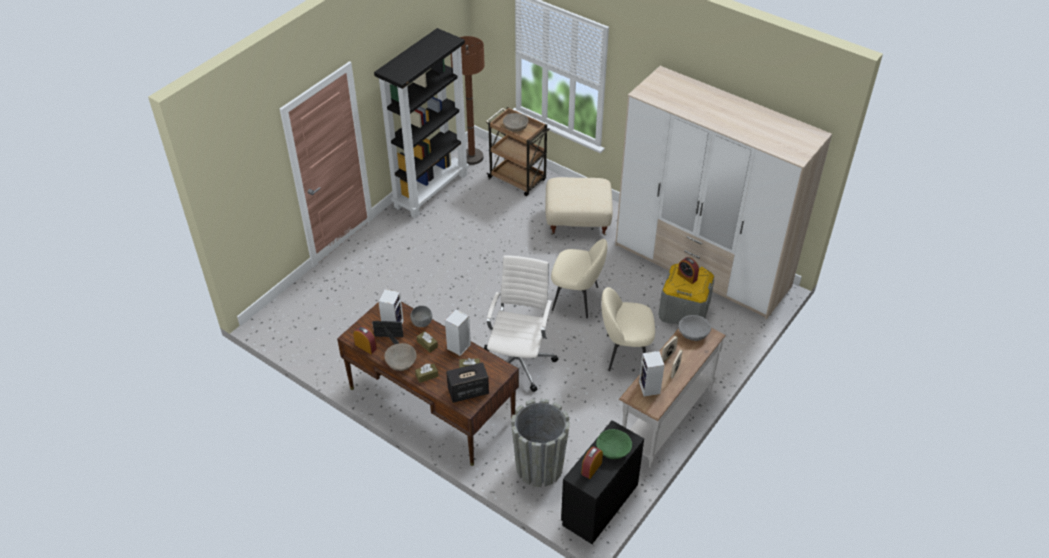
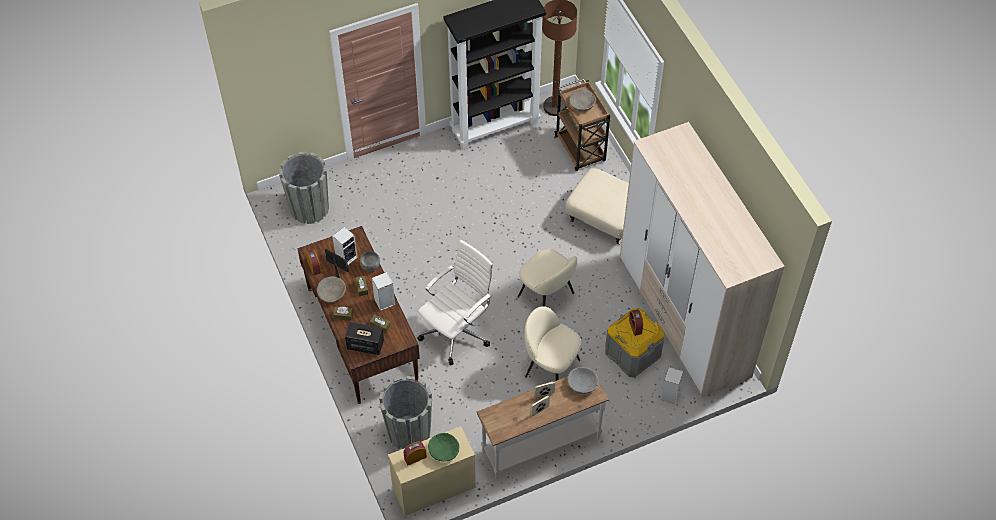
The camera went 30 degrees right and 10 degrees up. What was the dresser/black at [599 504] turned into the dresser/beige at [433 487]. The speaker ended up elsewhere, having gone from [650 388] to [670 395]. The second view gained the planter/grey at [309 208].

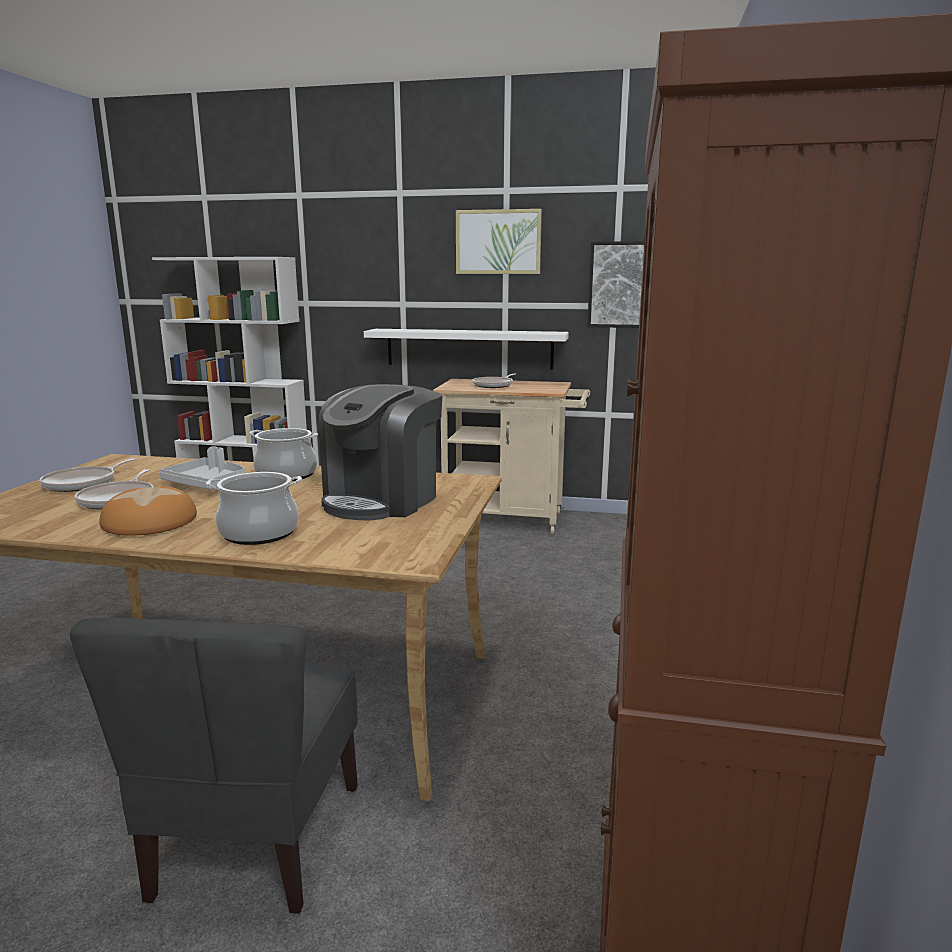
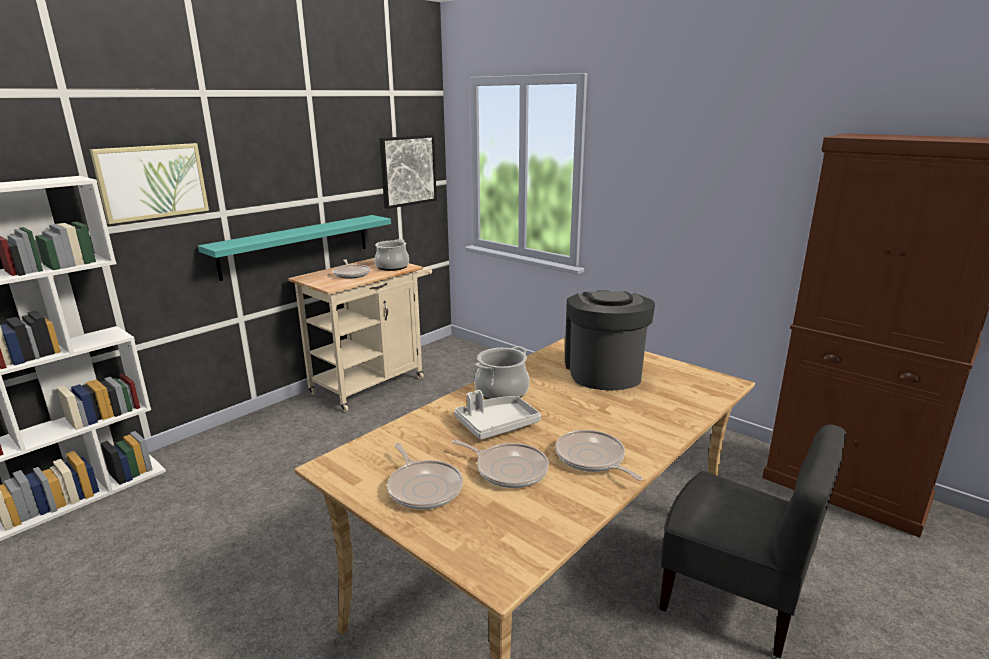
The camera went 60 degrees left and 5 degrees up. Where the bread stood at [149 521], the frying pan came to stand at [592 458]. The cooking pot ended up elsewhere, having gone from [259 533] to [392 267]. The coffee machine at [382 500] ended up facing another way, 150 degrees counterclockwise from before. What was the shelf/white at [469 348] turned into the shelf/turquoise at [296 246]. The picture ended up elsewhere, having gone from [498 242] to [152 182].

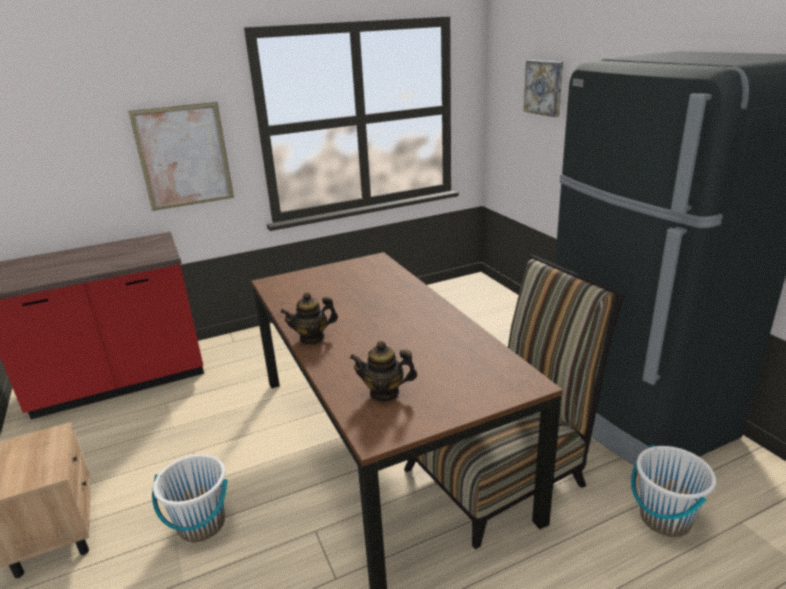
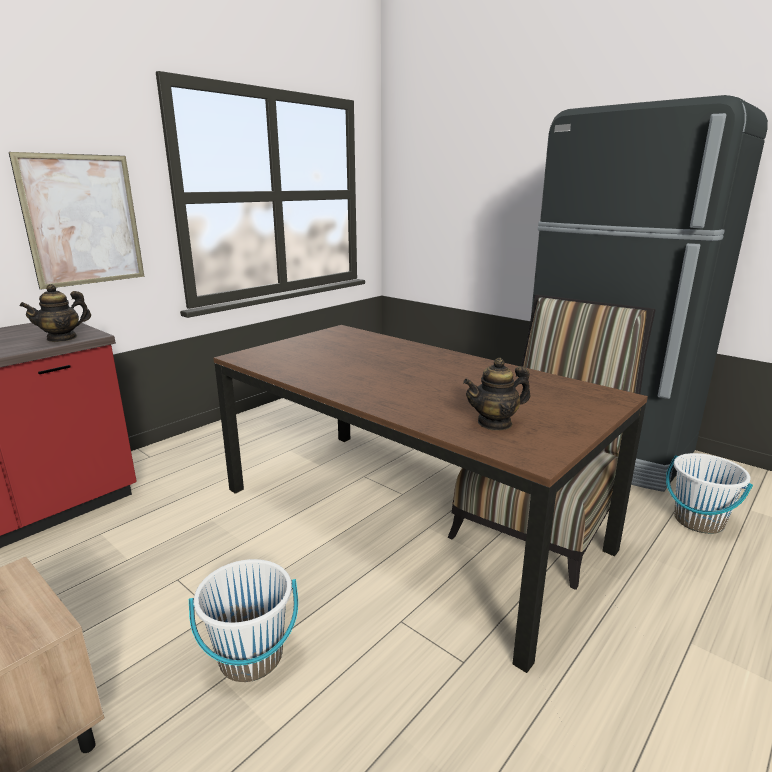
The camera went 25 degrees left and 5 degrees down. The teapot ended up elsewhere, having gone from [312 338] to [62 338]. The second view lost the picture at [544 87].

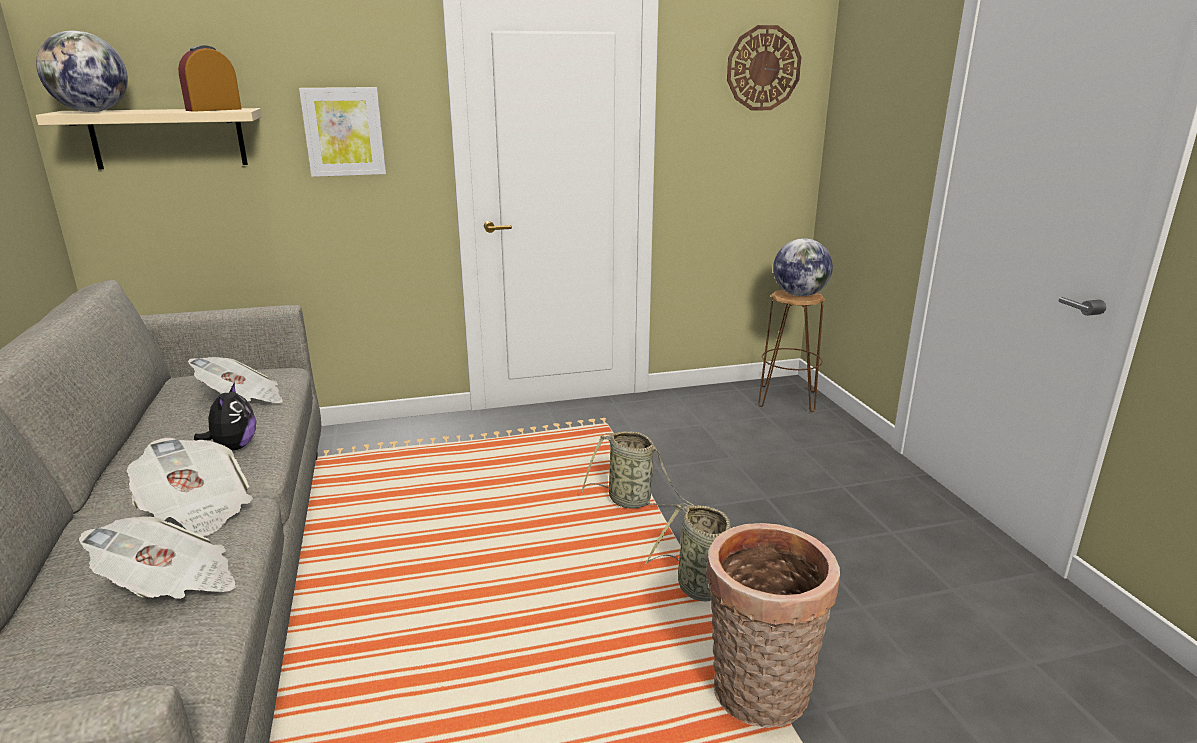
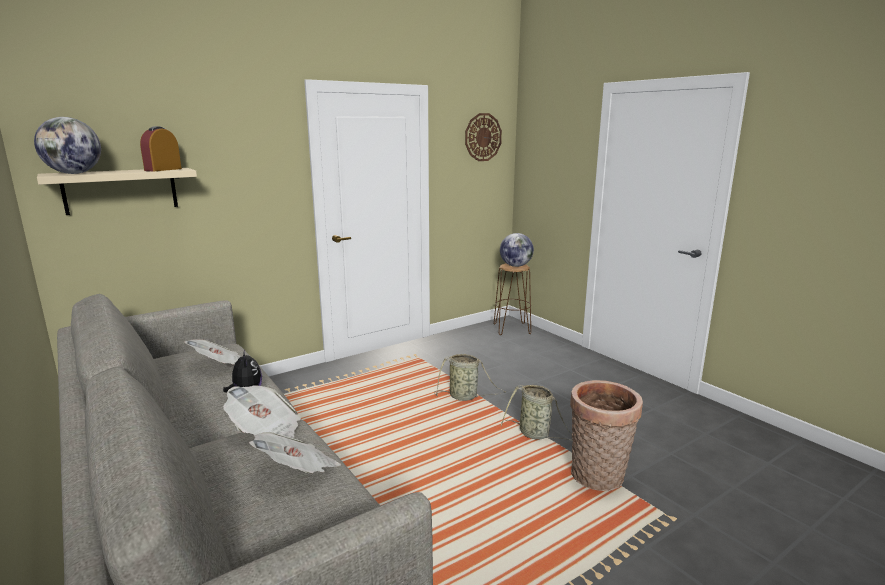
The camera went 20 degrees left and 5 degrees down. The second view lost the picture at [344 132].

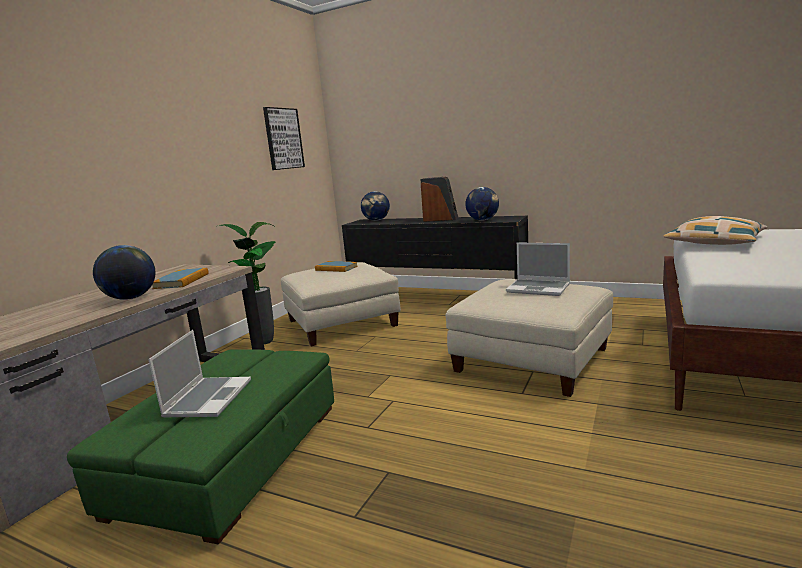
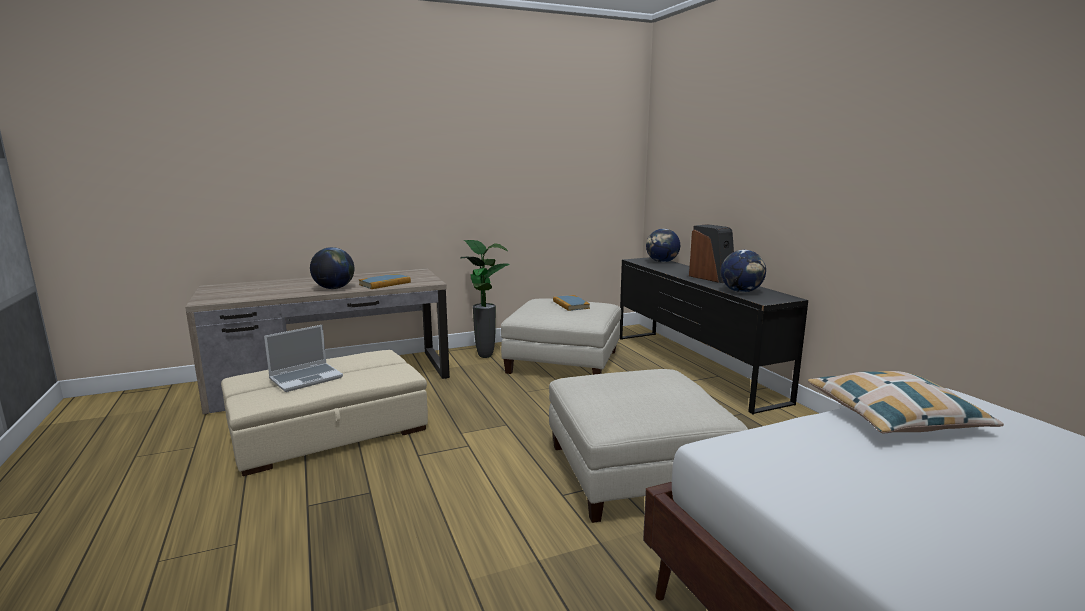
The camera went 40 degrees right and 0 degrees up. What was the ottoman/green at [230 456] turned into the ottoman/beige at [329 430]. The second view lost the picture at [283 139]. The second view lost the laptop at [539 288].

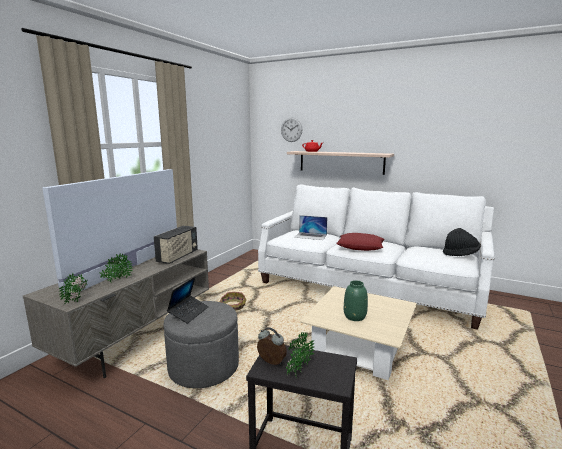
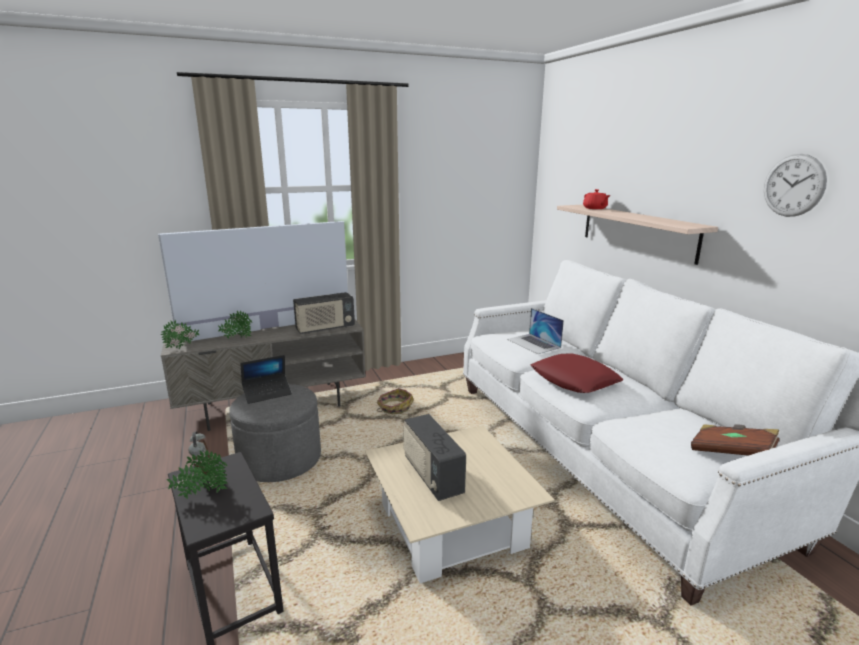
The camera went 40 degrees right and 5 degrees up. The wall clock ended up elsewhere, having gone from [291 129] to [793 185]. Where the vase/green stood at [355 316], the radio came to stand at [432 476]. Where the hat/black stood at [460 254], the book/brown came to stand at [731 453].

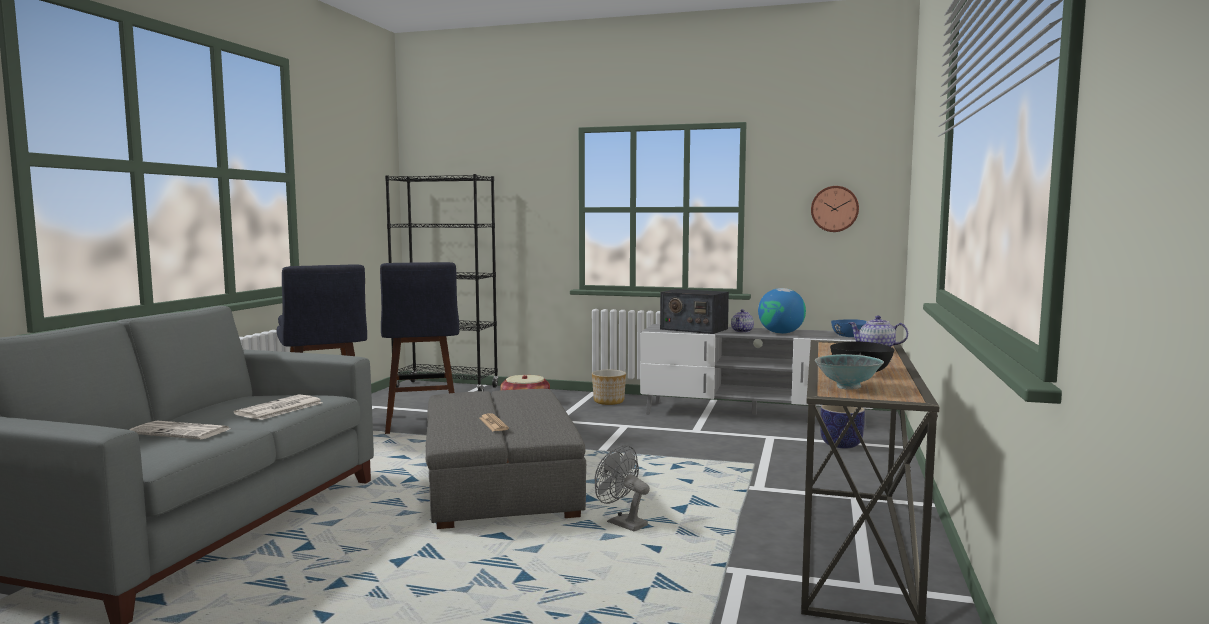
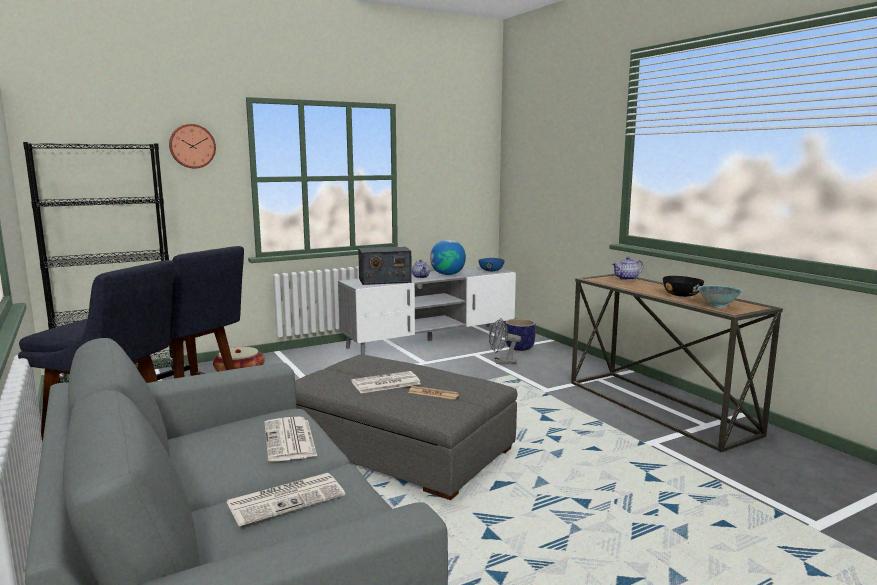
The camera went 45 degrees left and 5 degrees up. The second view lost the planter at [608 401]. The fan/grey ended up elsewhere, having gone from [621 523] to [501 362]. The wall clock ended up elsewhere, having gone from [834 209] to [192 146]. The second view gained the newspaper at [385 383].

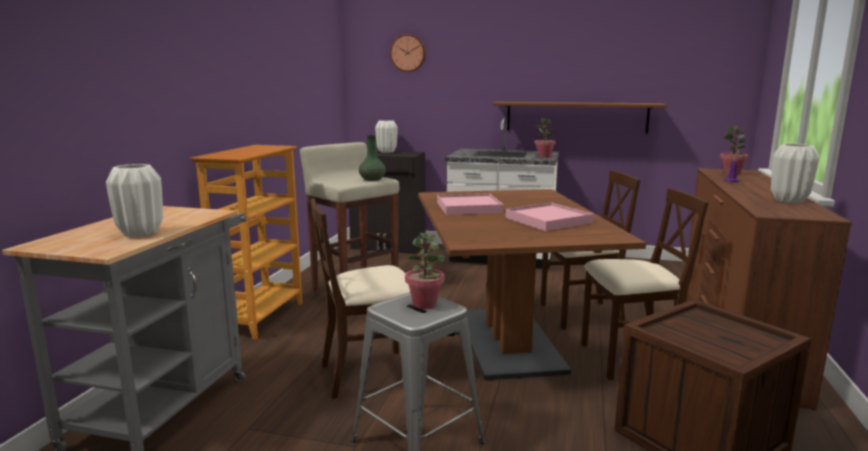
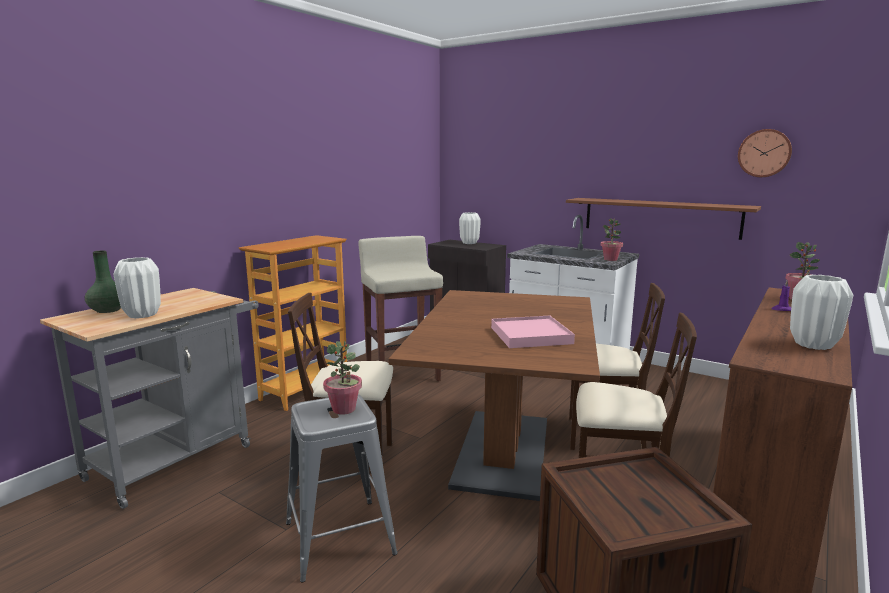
The camera went 20 degrees right and 0 degrees up. The vase/green ended up elsewhere, having gone from [372 179] to [108 310]. The wall clock ended up elsewhere, having gone from [408 53] to [764 153]. The second view lost the tray/pink at [469 208].

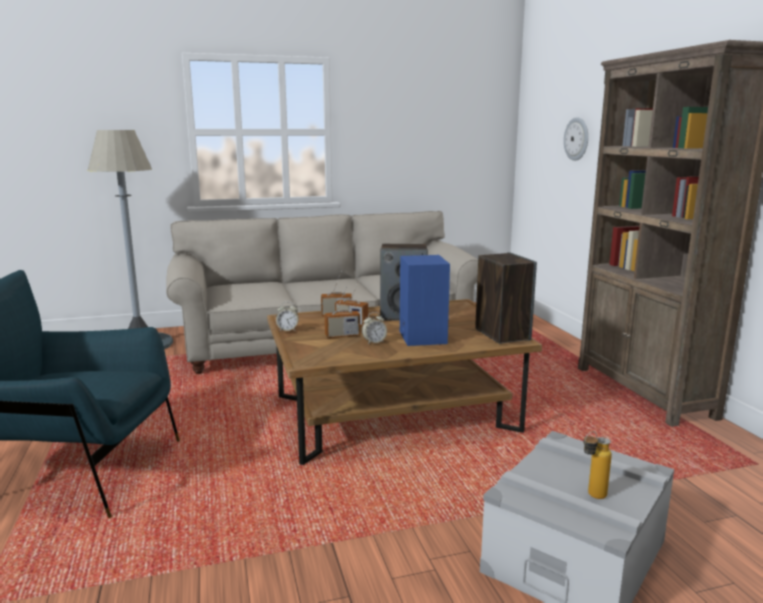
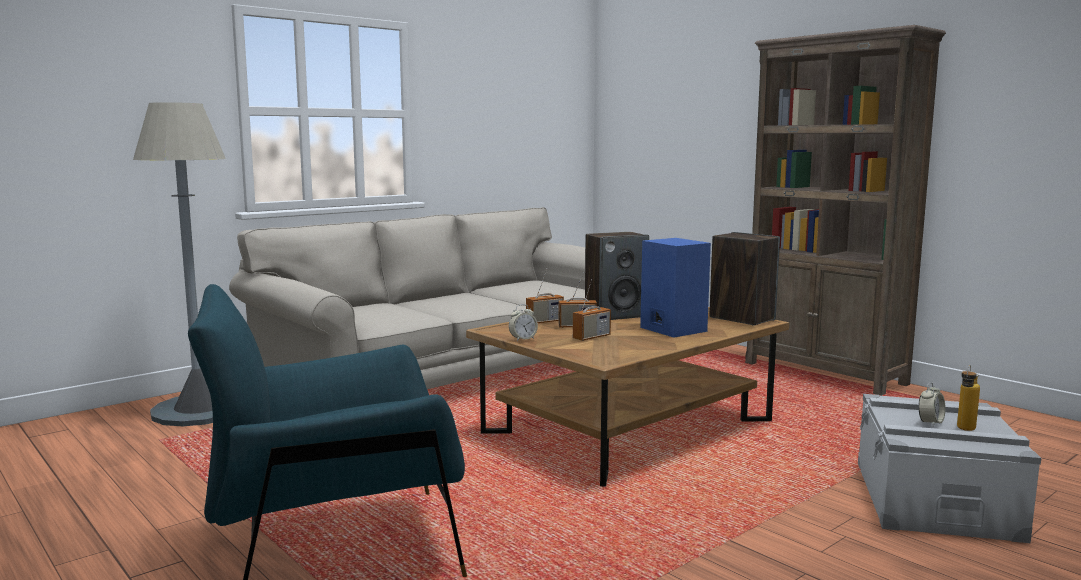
The camera went 25 degrees left and 5 degrees down. The alarm clock ended up elsewhere, having gone from [374 342] to [930 422]. The second view lost the wall clock at [577 139].

